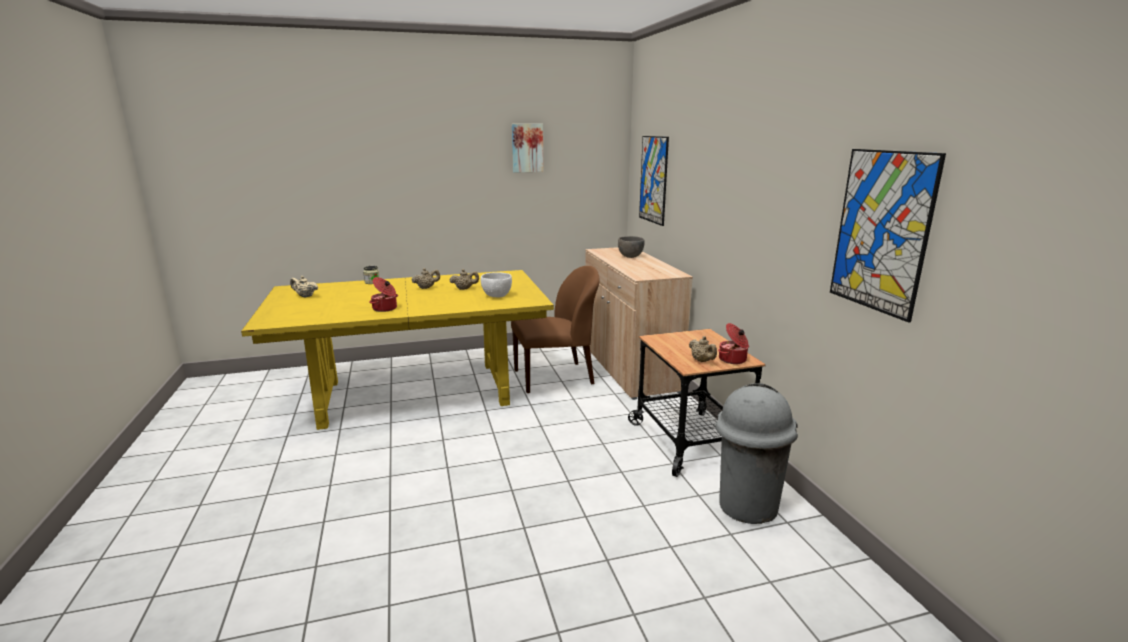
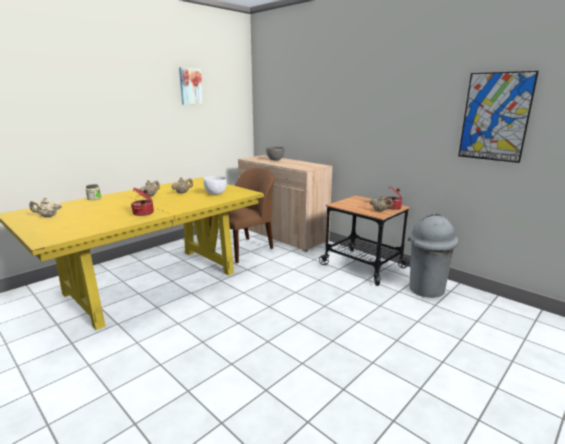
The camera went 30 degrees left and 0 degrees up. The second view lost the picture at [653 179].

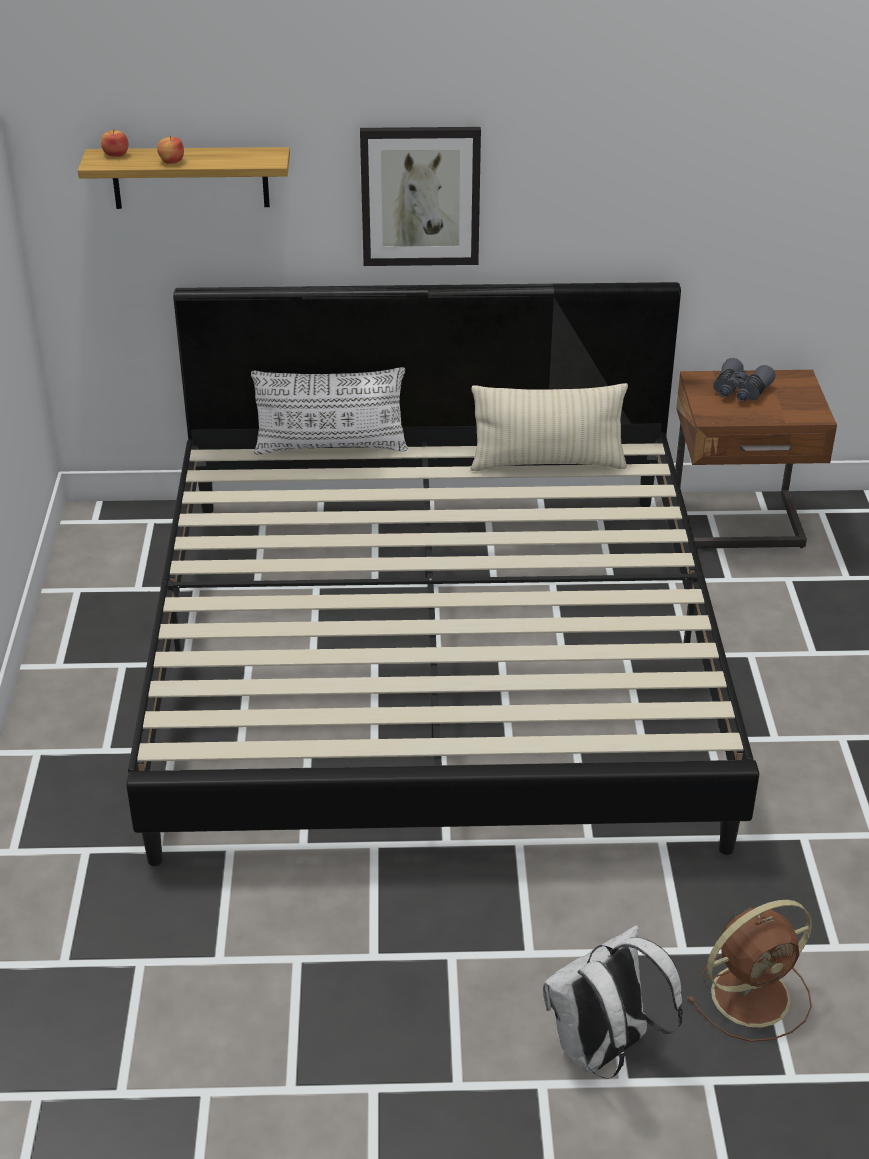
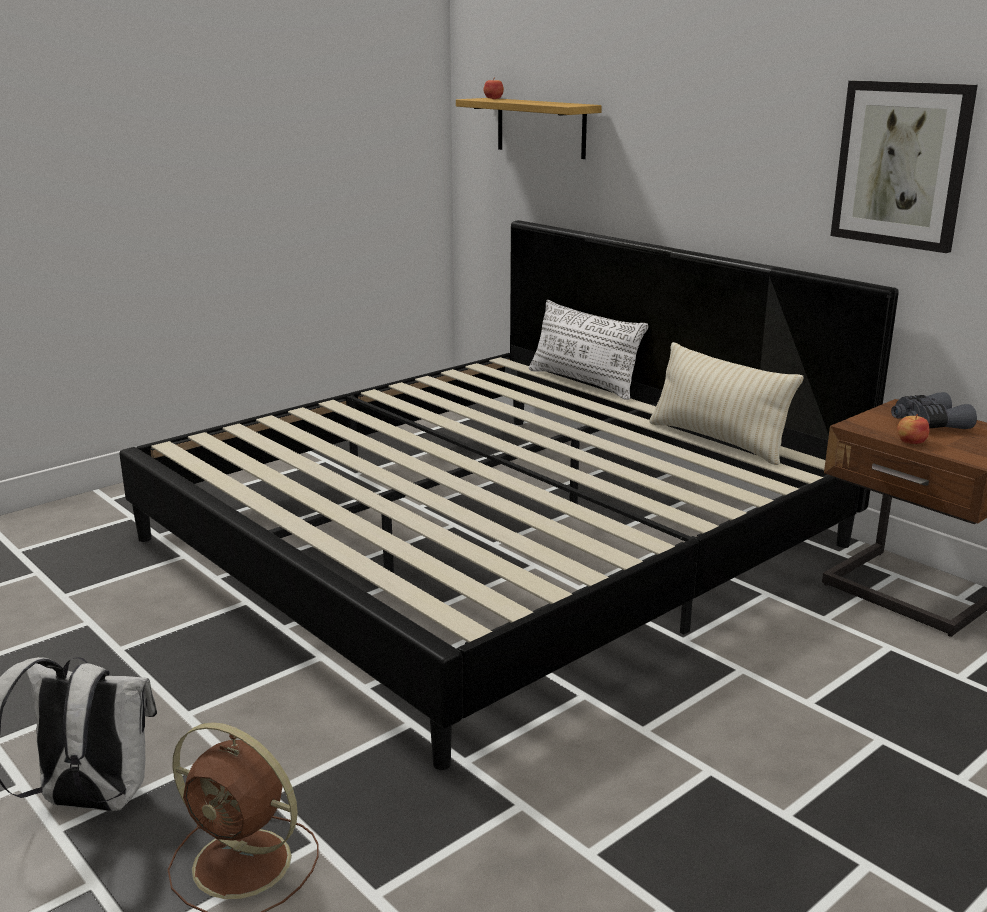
The camera went 50 degrees right and 15 degrees down. The apple ended up elsewhere, having gone from [171 161] to [911 442]. The picture ended up elsewhere, having gone from [420 196] to [901 165].

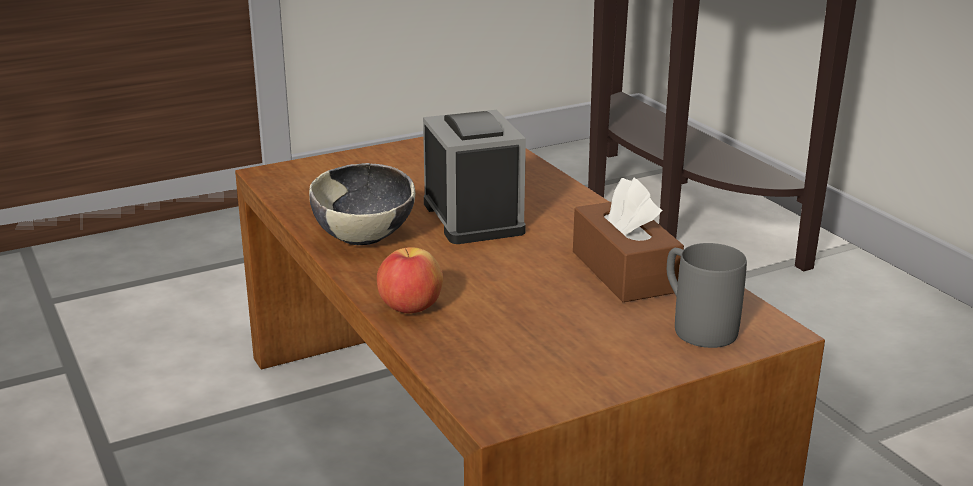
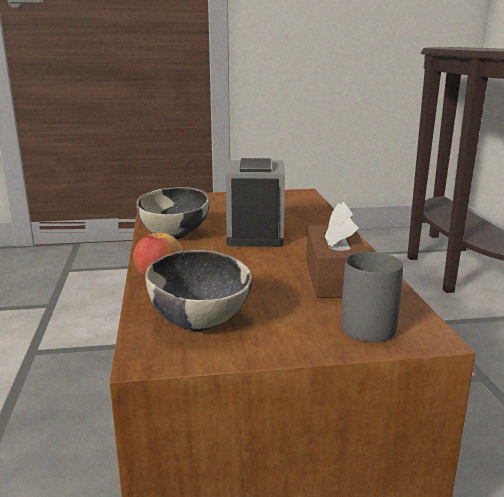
The camera went 20 degrees right and 5 degrees down. The second view gained the bowl at [200 321].

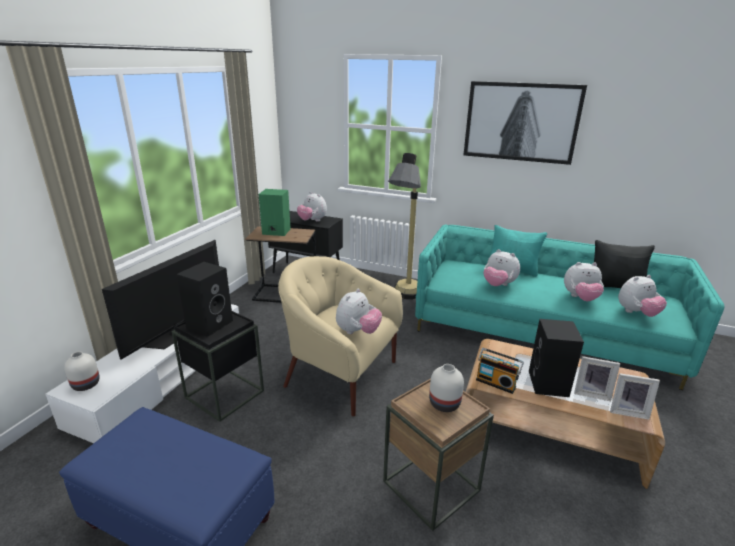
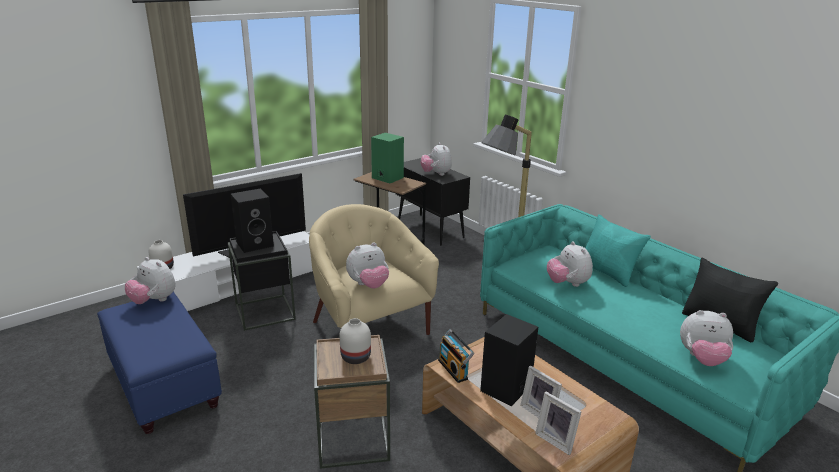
The camera went 30 degrees right and 0 degrees up. The second view lost the picture at [521 122]. The plush toy ended up elsewhere, having gone from [580 298] to [154 301].

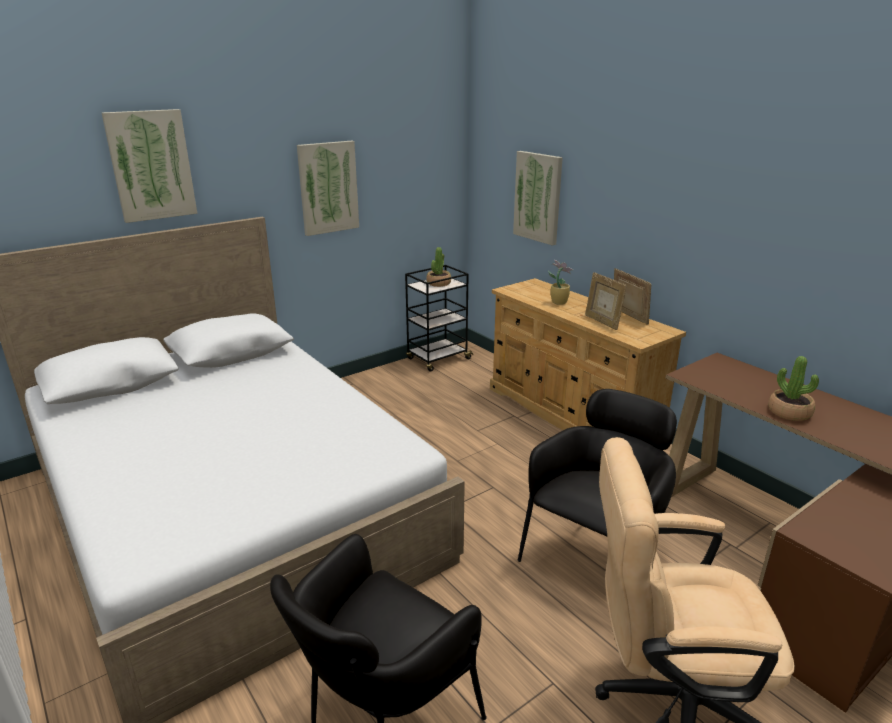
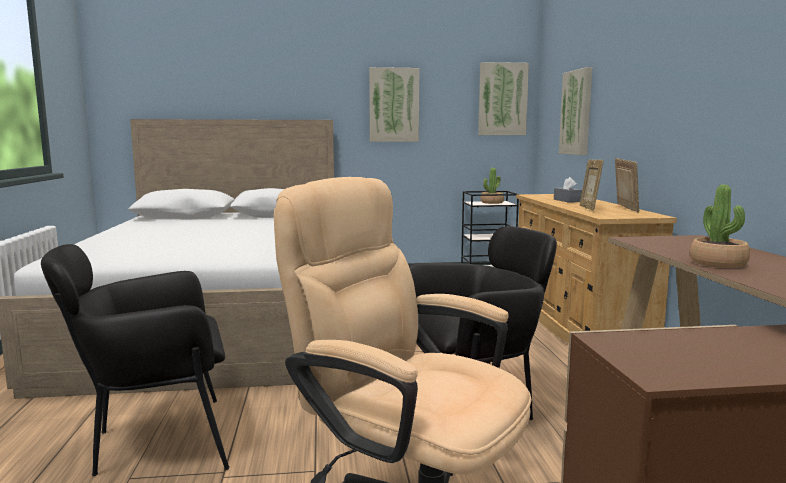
The camera went 30 degrees right and 15 degrees down. The picture ended up elsewhere, having gone from [151 165] to [502 99]. Where the potted plant stood at [558 302], the tissue box/grey came to stand at [567 200].

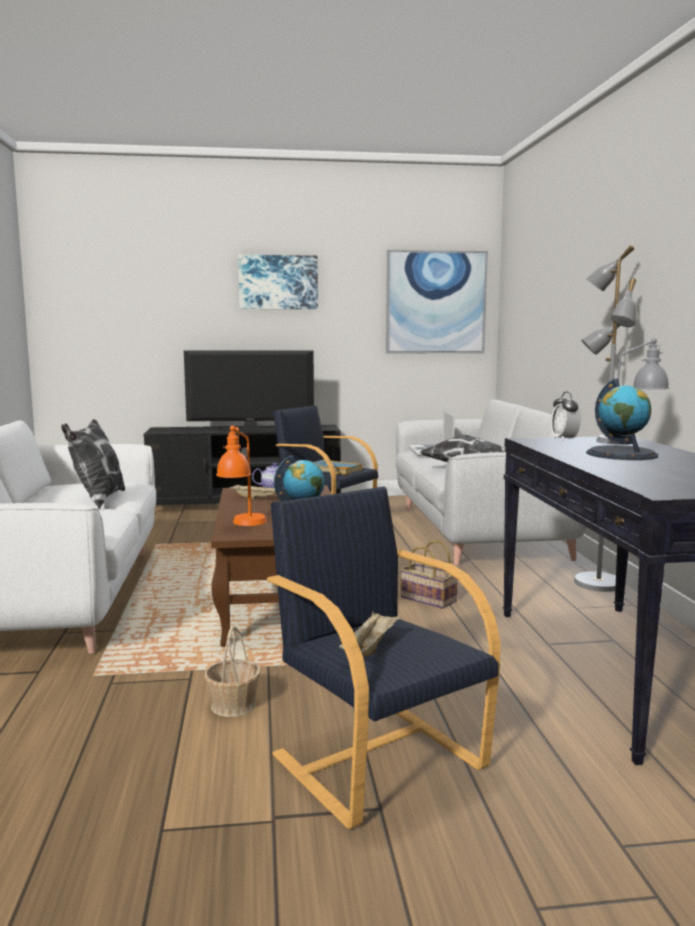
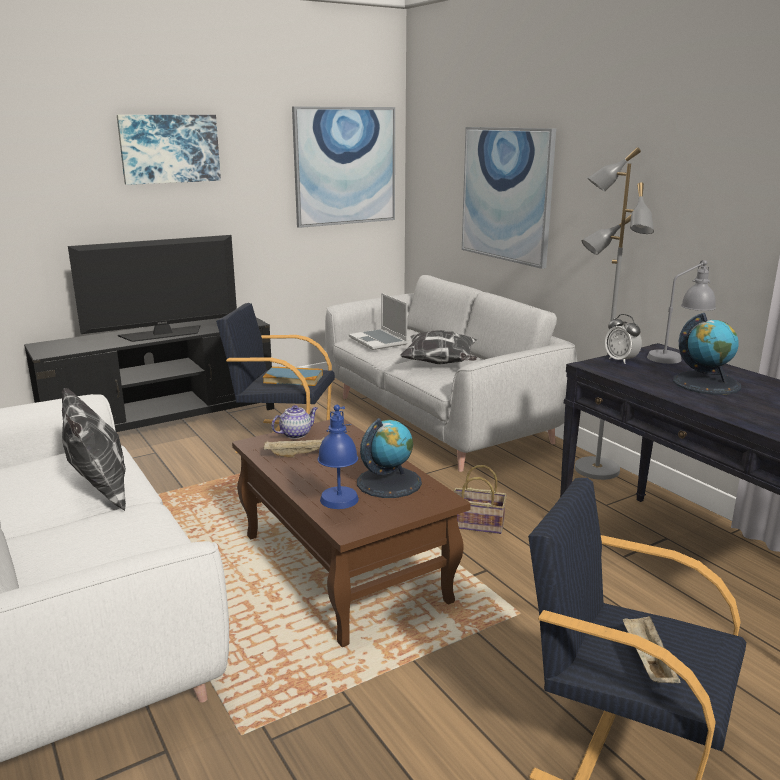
The camera went 25 degrees left and 10 degrees up. The second view lost the basket at [233 705]. What was the table lamp/orange at [243 525] turned into the table lamp/blue at [340 508]. The second view gained the picture at [506 194].

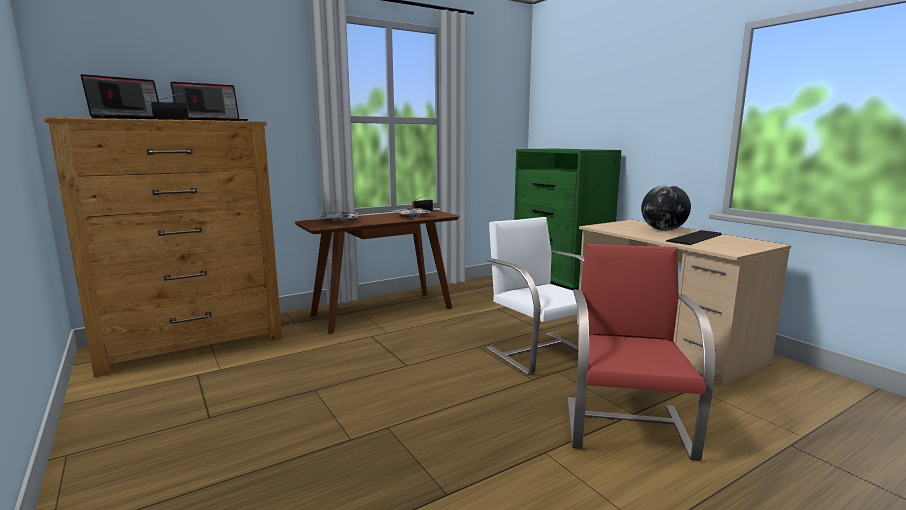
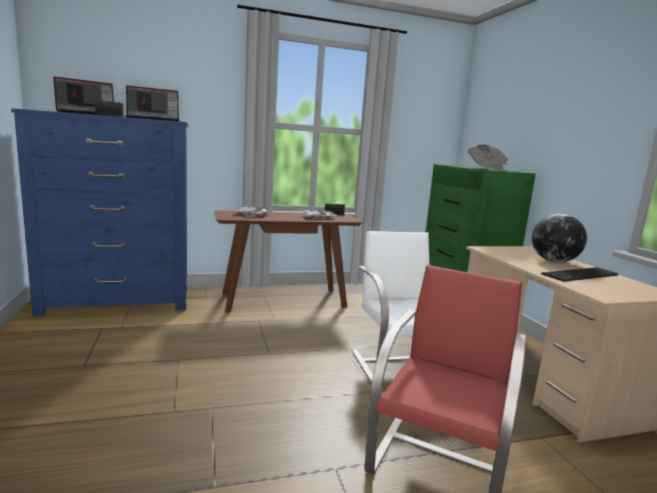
The camera went 15 degrees right and 0 degrees up. What was the dresser/brown at [192 342] turned into the dresser/blue at [118 301]. The second view gained the newspaper at [487 169].

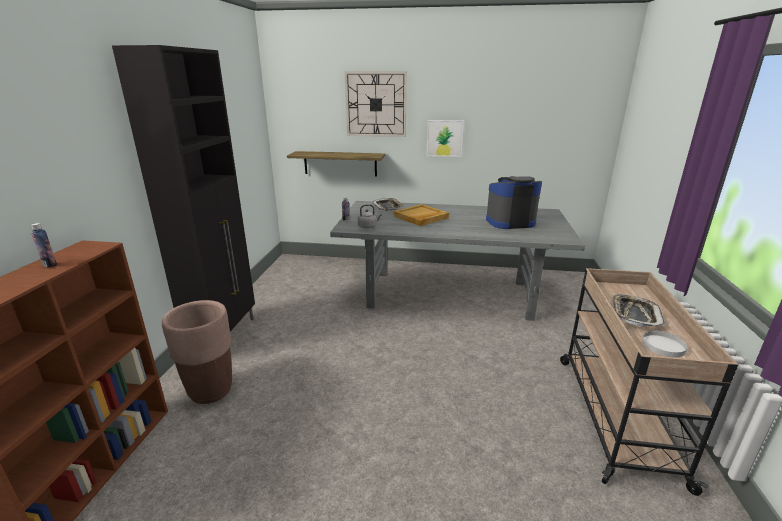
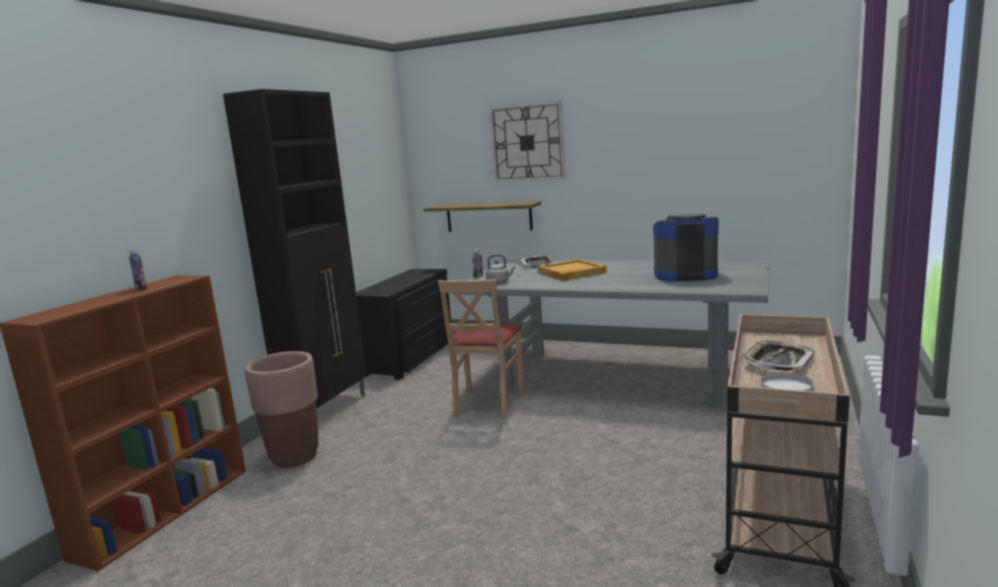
The camera went 15 degrees right and 10 degrees down. The second view lost the picture at [444 138]. The second view gained the dresser/black at [412 358]. The second view gained the chair/beige at [488 403].

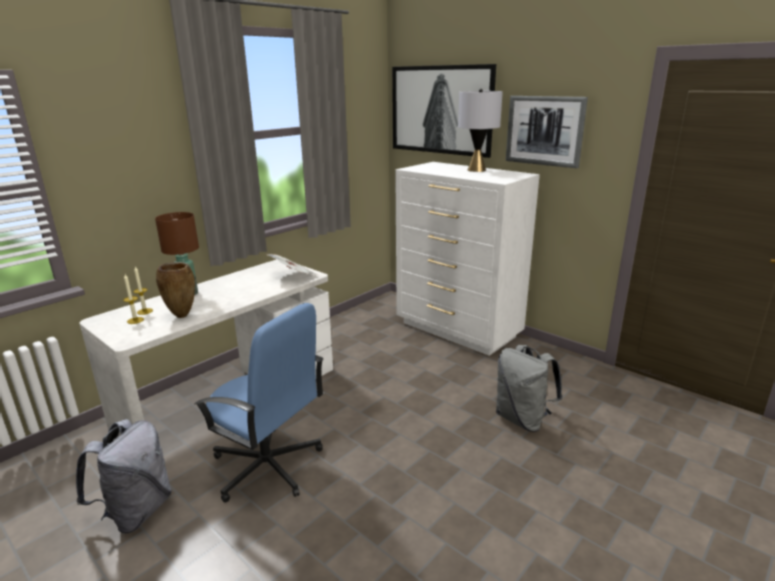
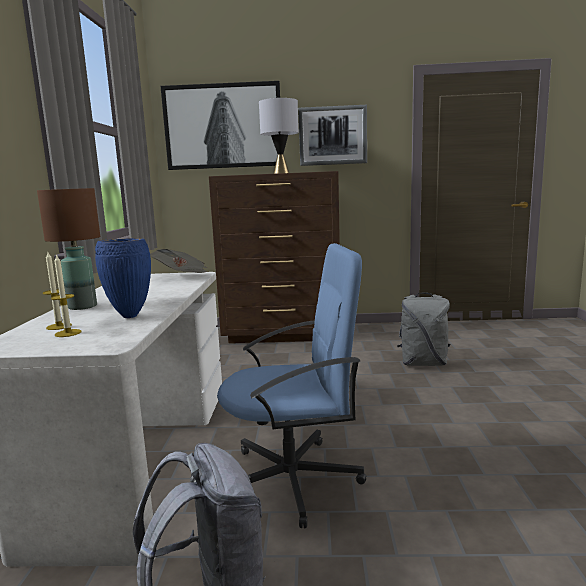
The camera went 40 degrees left and 10 degrees down. What was the vase/brown at [183 316] turned into the vase/blue at [130 316]. What was the dresser/white at [458 330] turned into the dresser/brown at [283 334].

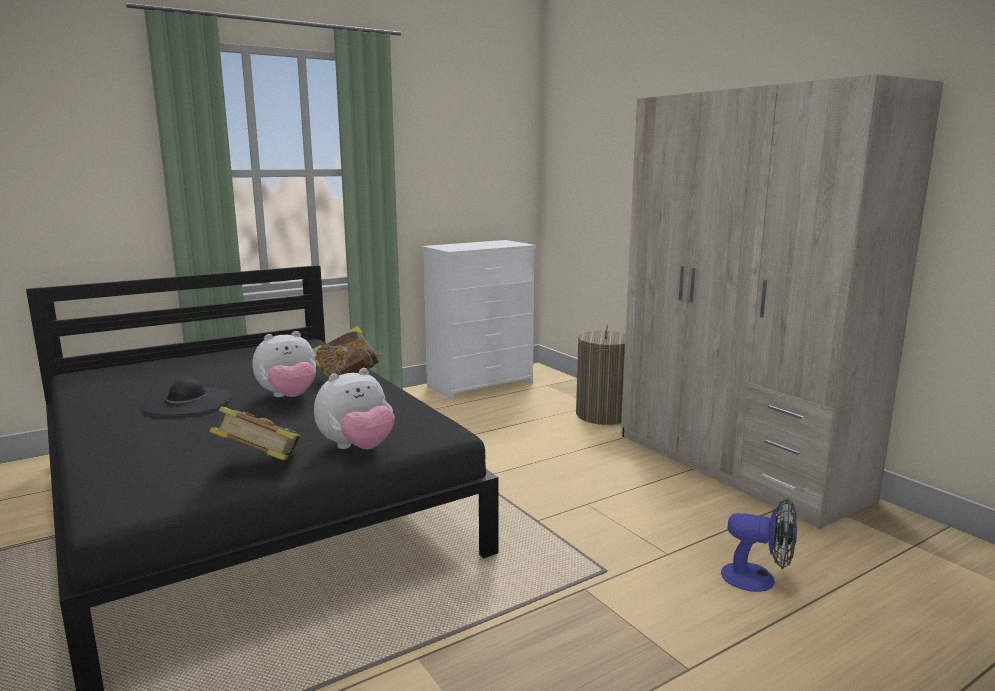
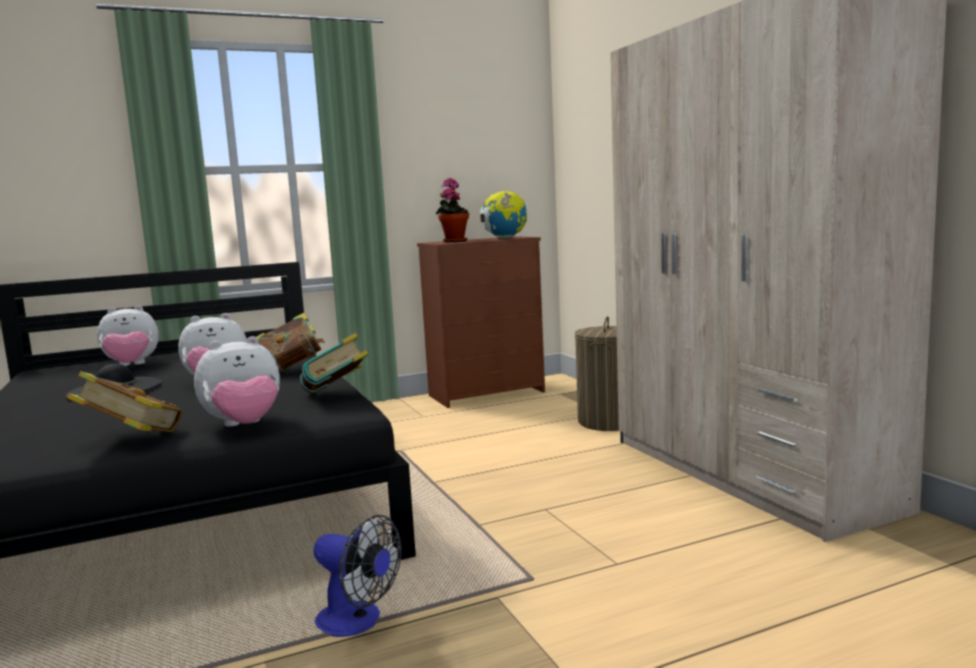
The camera went 10 degrees right and 5 degrees down. What was the dresser/white at [481 384] turned into the dresser/brown at [487 393]. The fan ended up elsewhere, having gone from [758 579] to [358 621]. The second view gained the plush toy at [131 366]. The second view gained the book at [336 395]. The second view gained the potted plant at [454 241]. The second view gained the globe at [504 238].

